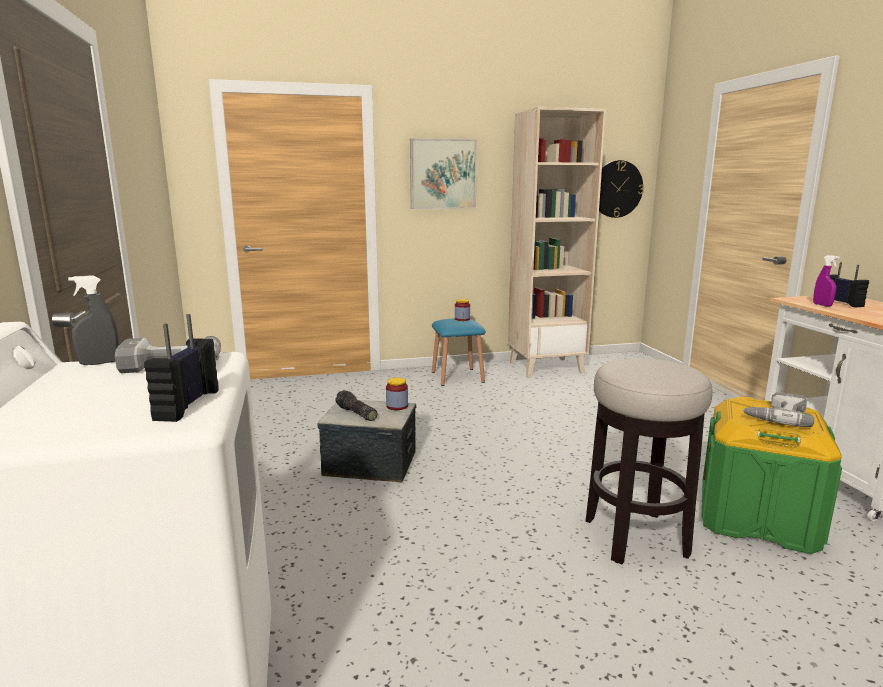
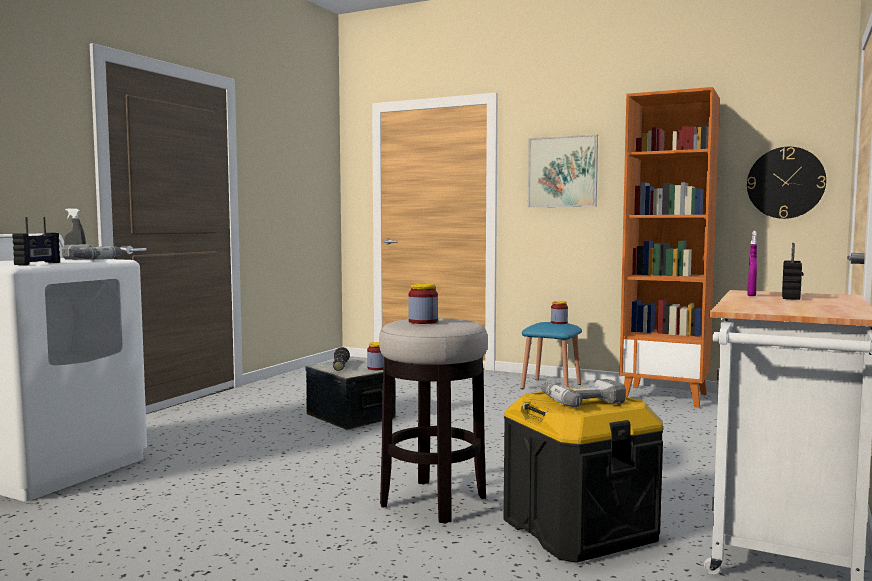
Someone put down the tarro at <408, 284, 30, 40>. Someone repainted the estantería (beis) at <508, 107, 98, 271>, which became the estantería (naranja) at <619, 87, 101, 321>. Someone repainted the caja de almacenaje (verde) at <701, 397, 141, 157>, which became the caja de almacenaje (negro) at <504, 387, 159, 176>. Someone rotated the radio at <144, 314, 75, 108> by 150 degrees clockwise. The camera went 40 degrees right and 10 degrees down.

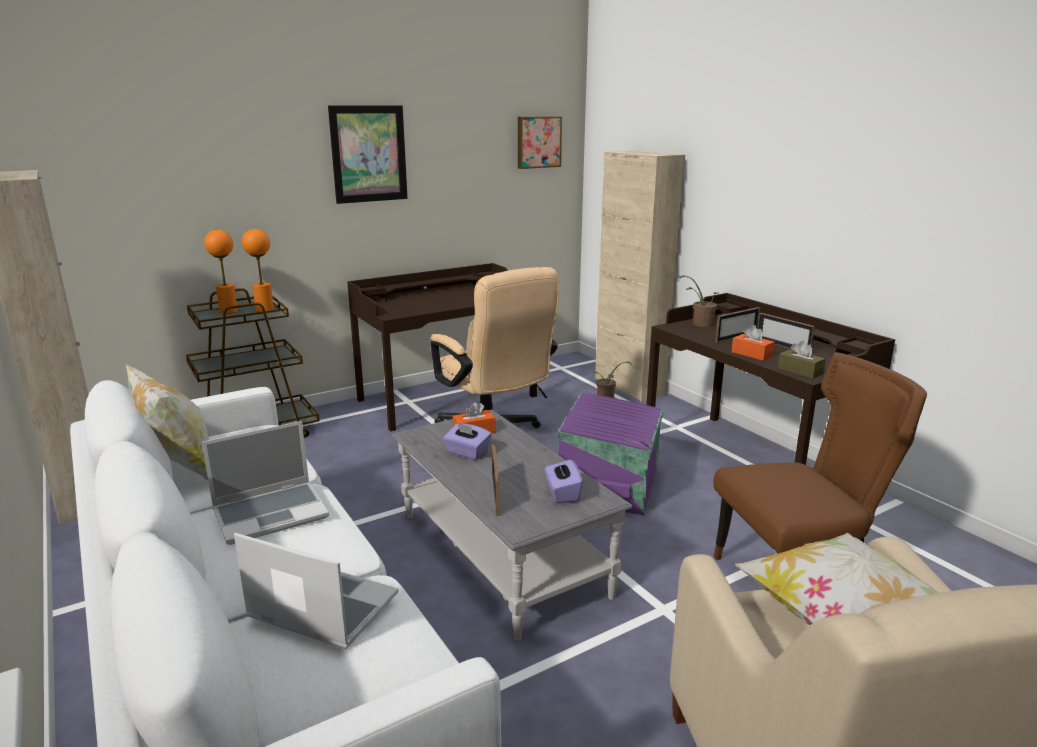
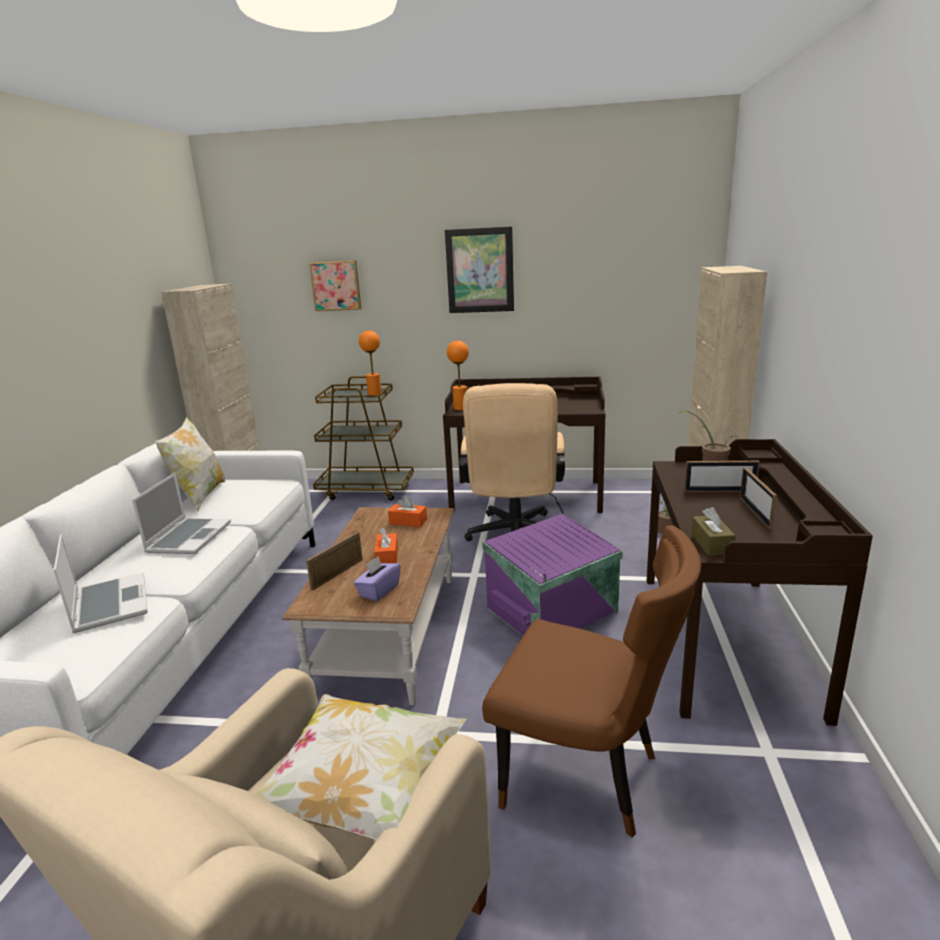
Someone took away the caja de pañuelos (morado) at <443, 422, 49, 38>. Someone carried the lámpara de mesa (naranja) from <204, 230, 34, 84> to <447, 341, 22, 69>. Someone carried the cuadro from <518, 116, 44, 53> to <309, 260, 52, 51>. Someone carried the caja de pañuelos (naranja) from <731, 325, 44, 36> to <374, 527, 24, 36>. Someone repainted the mesa de centro (gris) at <391, 409, 243, 232>, which became the mesa de centro (marrón) at <282, 507, 172, 199>. Someone rotated the portátil at <202, 421, 127, 124> by 90 degrees counterclockwise. The camera went 40 degrees right and 0 degrees up.

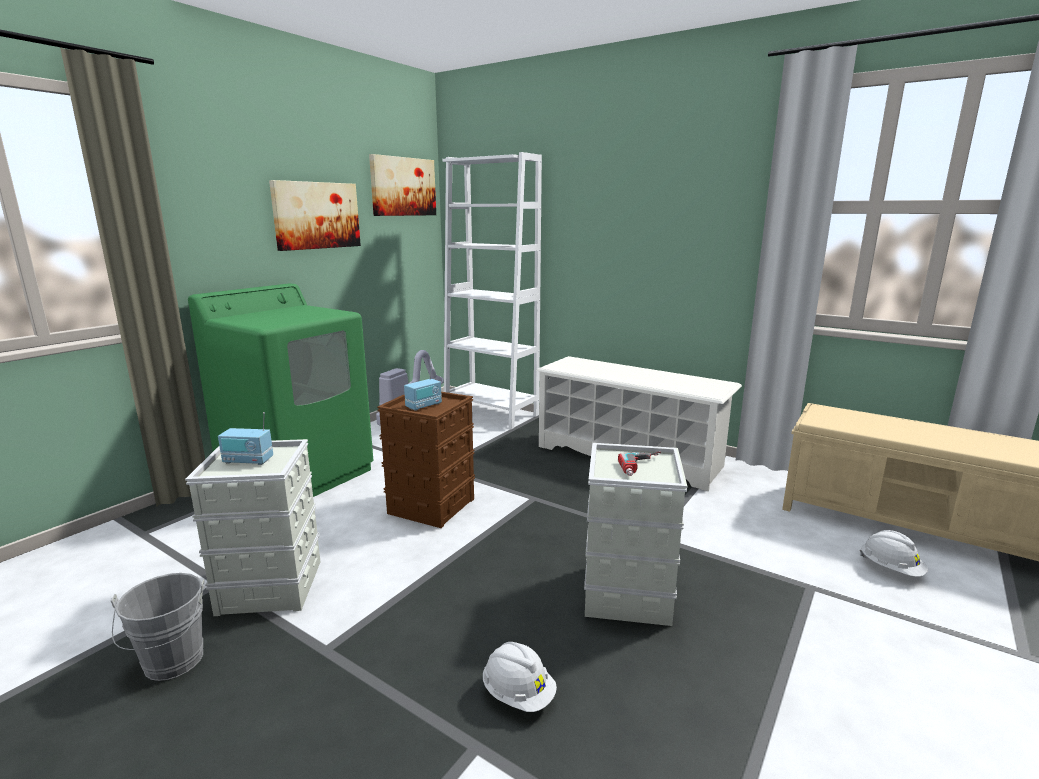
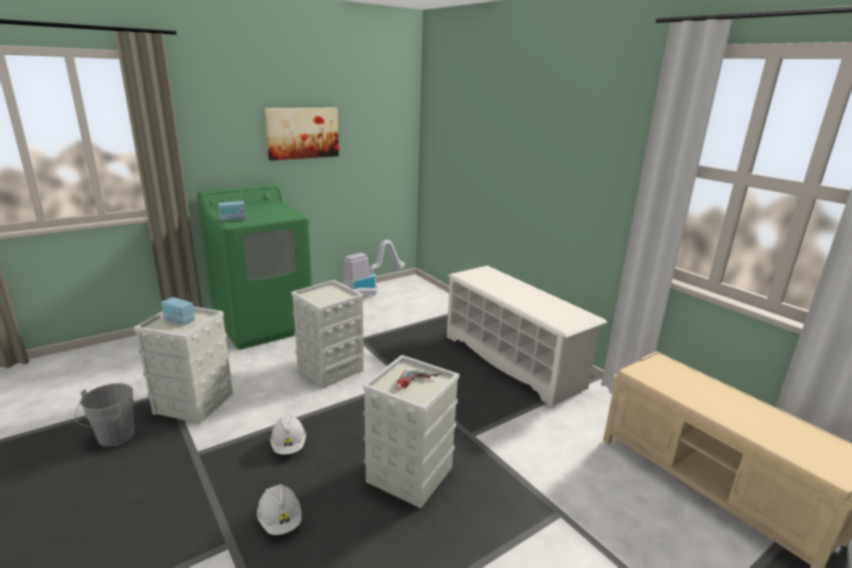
Someone took away the cuadro at <369, 154, 67, 62>. Someone took away the estantería (blanco) at <442, 152, 100, 278>. Someone carried the radio from <404, 364, 38, 47> to <218, 191, 28, 31>. Someone carried the casco (blanco) from <860, 530, 68, 47> to <270, 416, 36, 38>. Someone repainted the caja de almacenaje (marrón) at <377, 392, 98, 136>, which became the caja de almacenaje (gris) at <291, 280, 73, 108>. The camera went 20 degrees right and 5 degrees up.

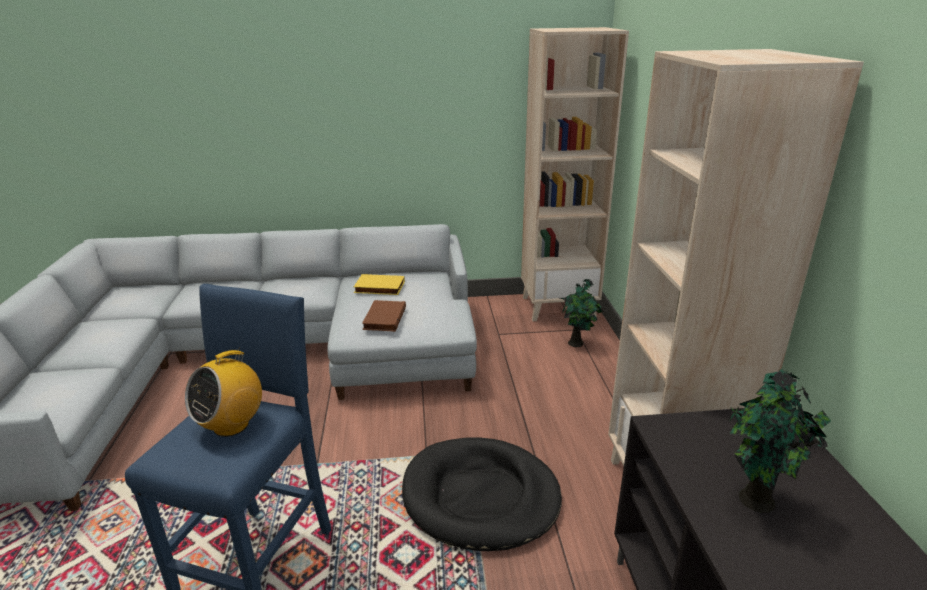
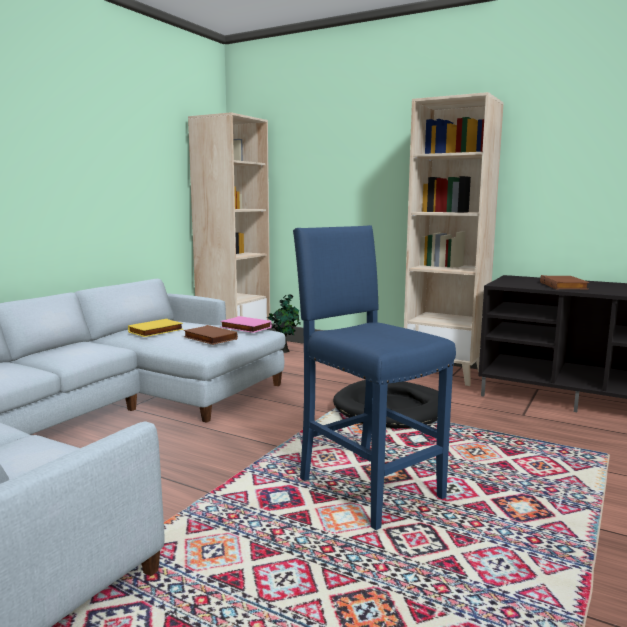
Someone took away the radio at <185, 347, 77, 90>. Someone put down the libro (rosa) at <220, 316, 52, 17>. Someone swapped the planta en maceta at <730, 369, 101, 144> for the libro (marrón) at <540, 275, 49, 14>. The camera went 55 degrees left and 15 degrees down.

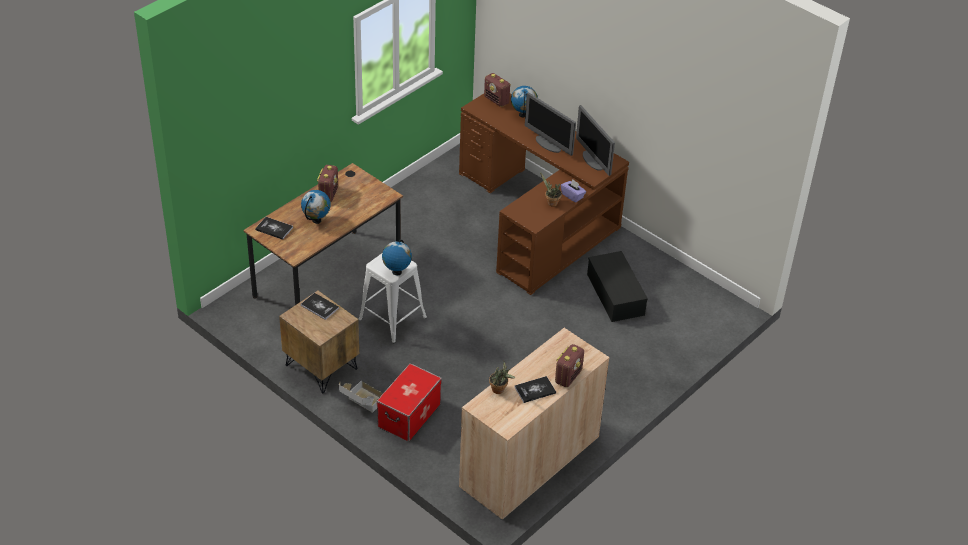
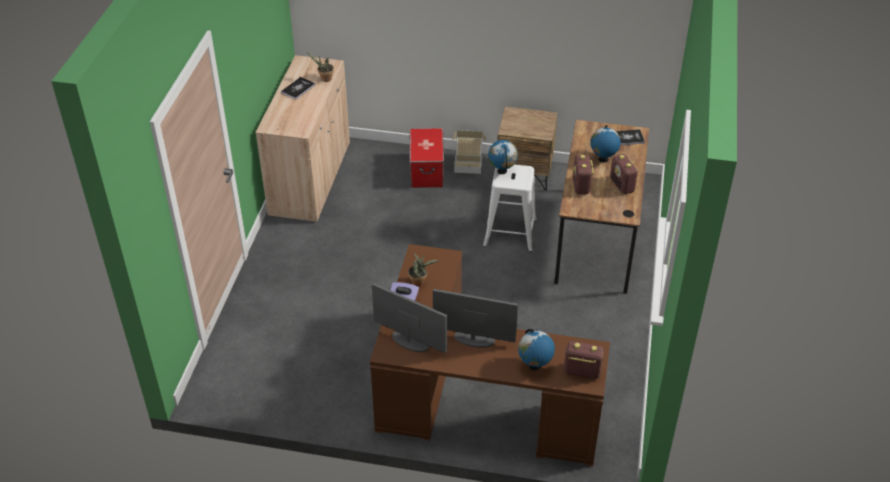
Someone took away the libro at <301, 293, 38, 27>. Someone took away the caja de almacenaje (negro) at <587, 251, 61, 71>. Someone carried the radio from <555, 344, 29, 43> to <572, 155, 22, 40>. The camera went 150 degrees right and 0 degrees up.

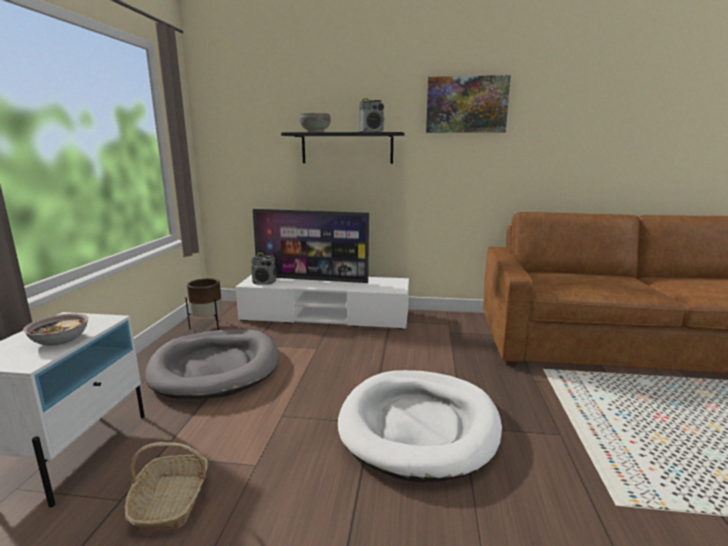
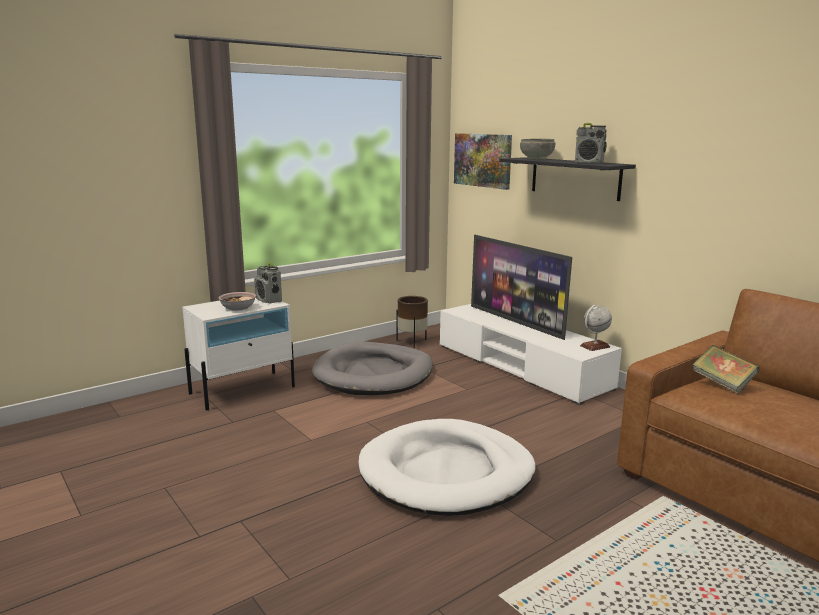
Someone took away the cesta at <124, 442, 84, 89>. Someone put down the globo terráqueo at <580, 305, 32, 46>. Someone put down the libro at <692, 345, 67, 49>. Someone carried the radio from <251, 253, 25, 32> to <254, 262, 28, 41>. Someone carried the cuadro from <426, 75, 85, 58> to <454, 133, 58, 57>. The camera went 45 degrees right and 0 degrees up.

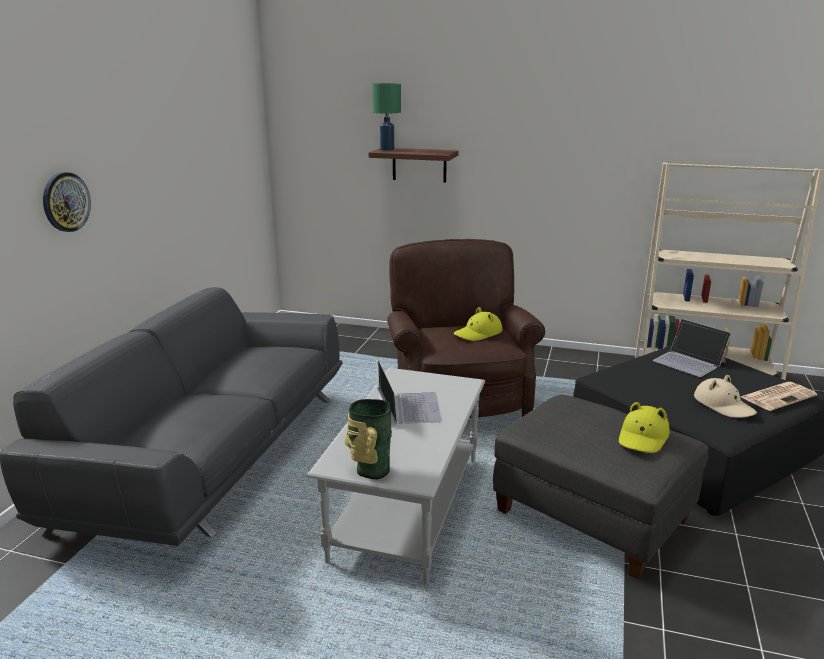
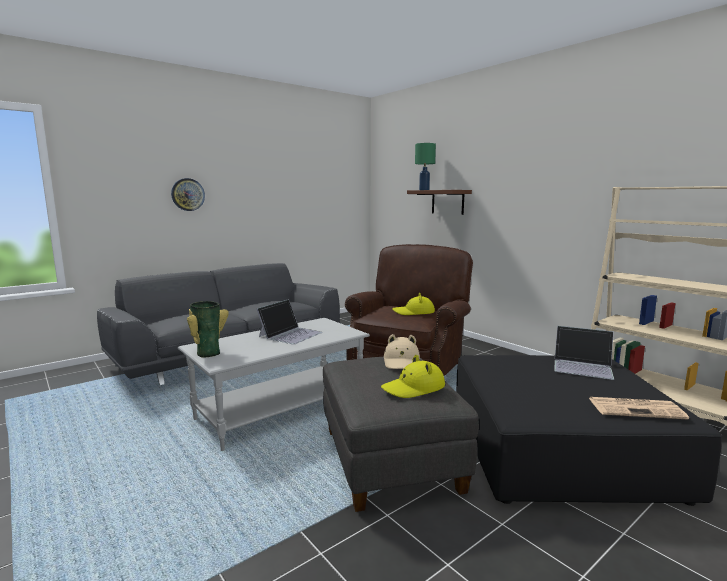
Someone carried the sombrero (beis) from <694, 375, 63, 43> to <384, 334, 36, 35>. Someone rotated the portátil at <653, 318, 79, 59> by 60 degrees counterclockwise. The camera went 35 degrees right and 10 degrees down.

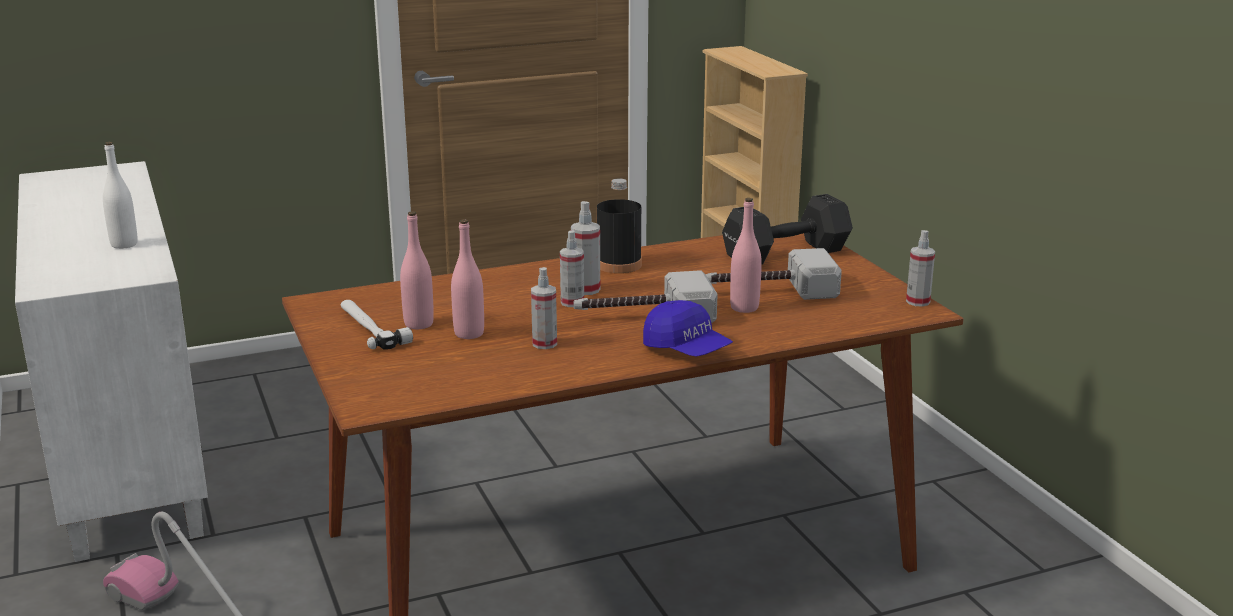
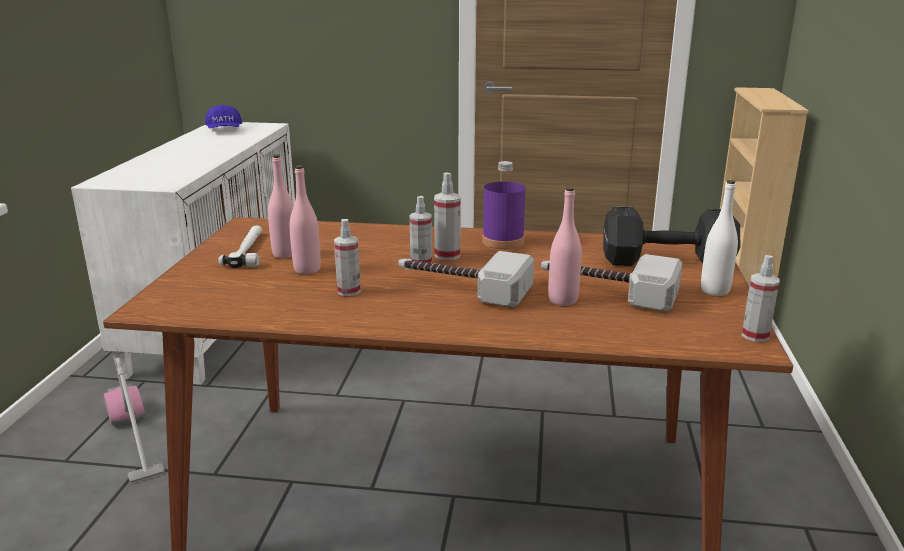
Someone carried the botella (blanco) from <103, 142, 35, 107> to <701, 180, 37, 116>. Someone carried the gorra (azul) from <643, 300, 90, 57> to <205, 105, 37, 24>. Someone repainted the botella (negro) at <597, 178, 45, 95>, which became the botella (morado) at <482, 161, 44, 88>. The camera went 30 degrees right and 0 degrees up.

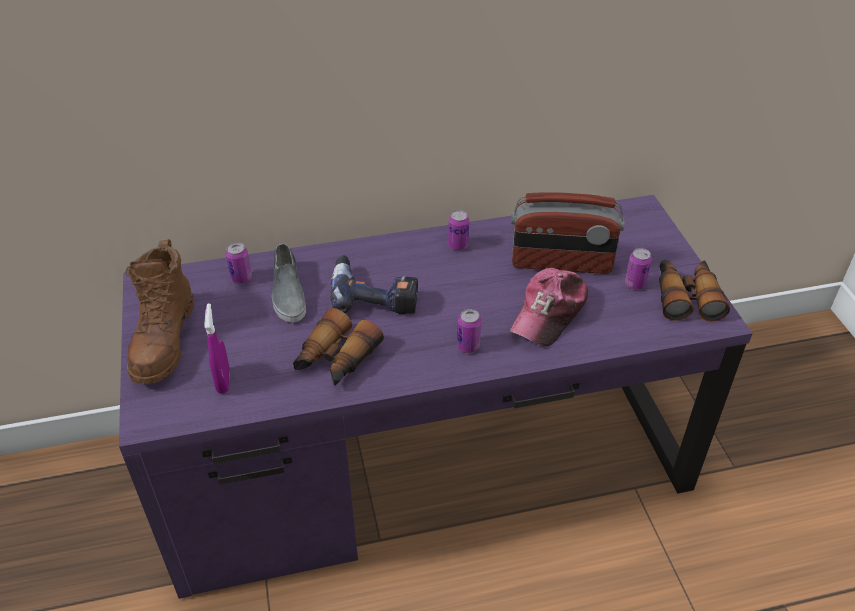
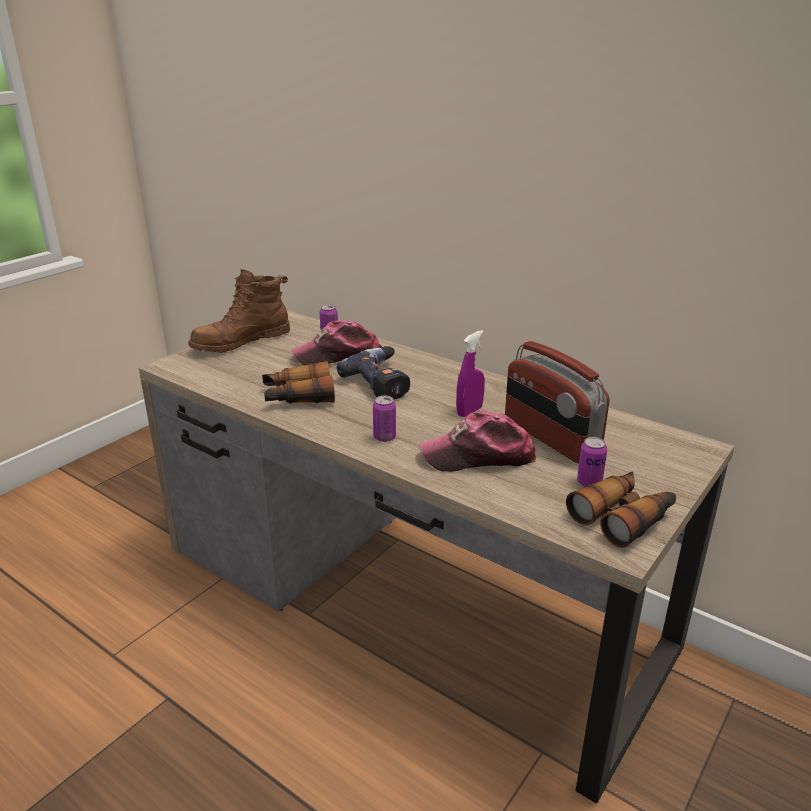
Someone took away the lata at <448, 210, 21, 40>. Someone carried the pulverizador (morado) from <205, 303, 25, 91> to <456, 330, 29, 87>. Someone swapped the zapato (gris) at <272, 244, 34, 79> for the gorra at <291, 320, 91, 45>. Someone repainted the escritorio (morado) at <119, 195, 634, 404>, which became the escritorio (marrón) at <139, 310, 596, 494>. The camera went 50 degrees right and 15 degrees down.

